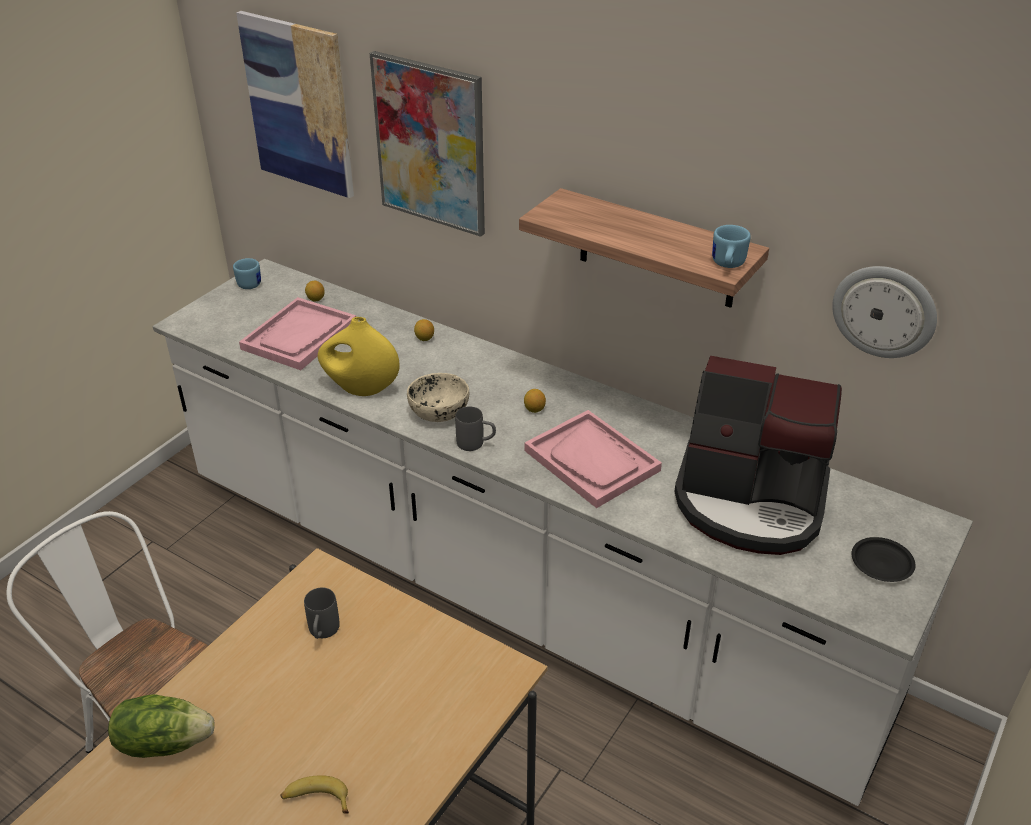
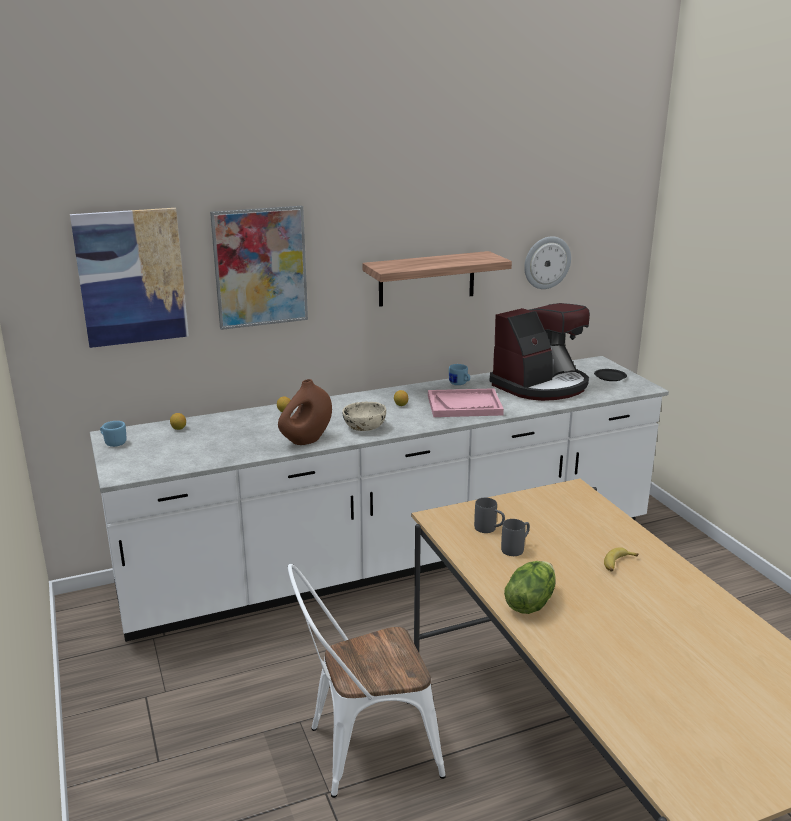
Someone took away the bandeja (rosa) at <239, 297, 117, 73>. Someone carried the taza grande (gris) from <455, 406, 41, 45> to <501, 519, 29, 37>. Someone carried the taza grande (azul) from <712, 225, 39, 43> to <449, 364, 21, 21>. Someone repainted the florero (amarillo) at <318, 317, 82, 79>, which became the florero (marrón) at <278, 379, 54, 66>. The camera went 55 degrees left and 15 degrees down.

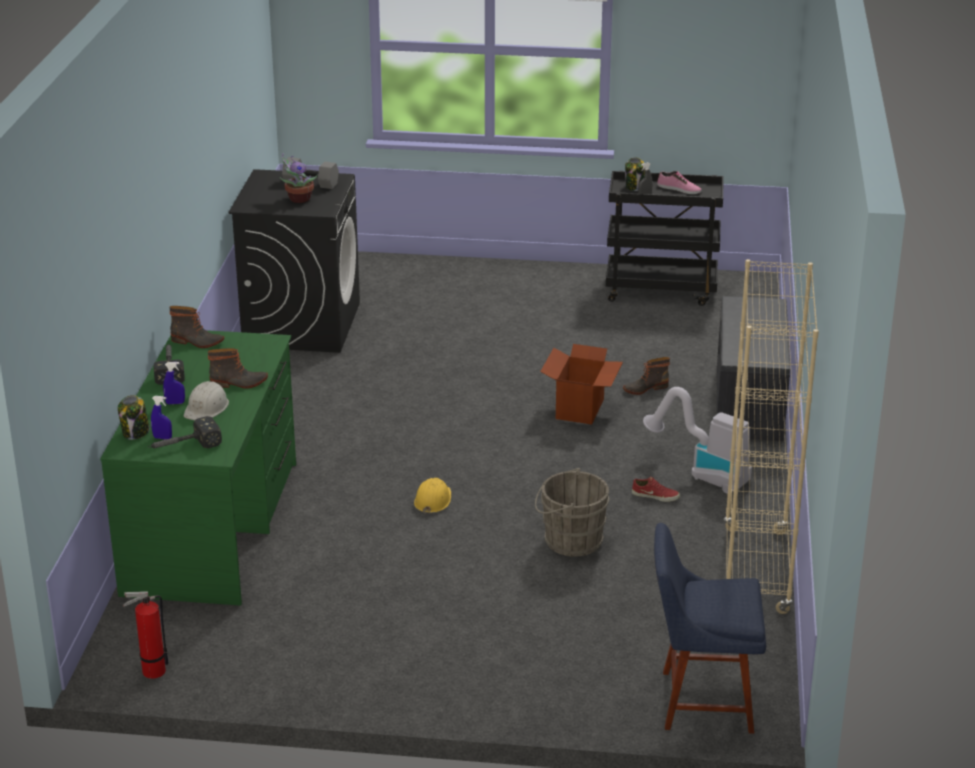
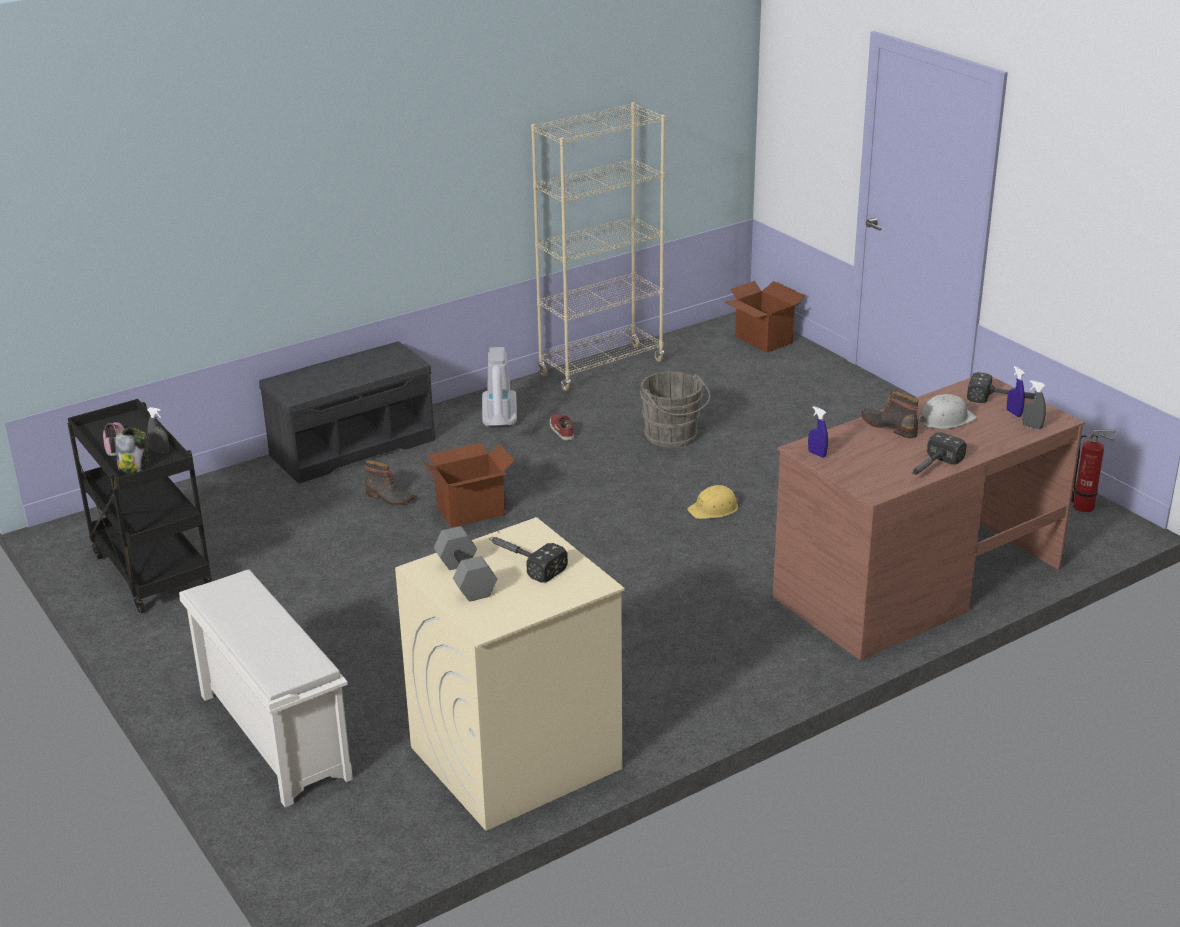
Someone took away the bota at <169, 306, 55, 42>. Someone put down the zapatero (blanco) at <179, 569, 174, 238>. Someone carried the pulverizador (azul) from <163, 362, 22, 42> to <808, 406, 20, 52>. Someone swapped the tarro at <118, 395, 32, 45> for the pulverizador (gris) at <1022, 380, 24, 49>. Someone swapped the planta en maceta at <280, 153, 38, 50> for the martillo at <489, 537, 79, 46>. Someone swapped the silla (azul) at <654, 523, 112, 211> for the caja de cartón at <725, 281, 81, 72>. Someone repainted the escritorio (verde) at <100, 330, 196, 276>, which became the escritorio (marrón) at <773, 376, 312, 284>. Someone repainted the lavadora (negro) at <228, 169, 132, 184>, which became the lavadora (beis) at <395, 517, 230, 314>. The camera went 130 degrees left and 0 degrees up.

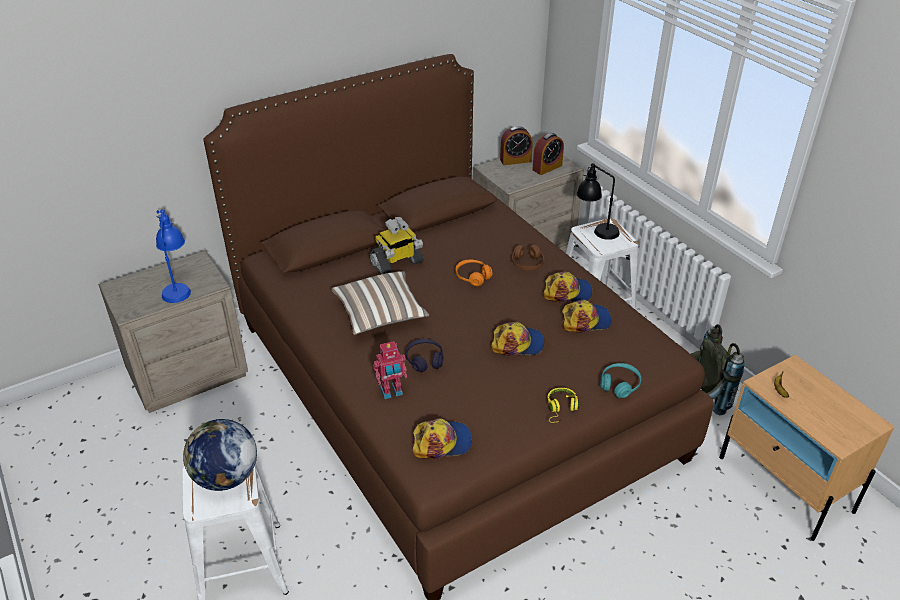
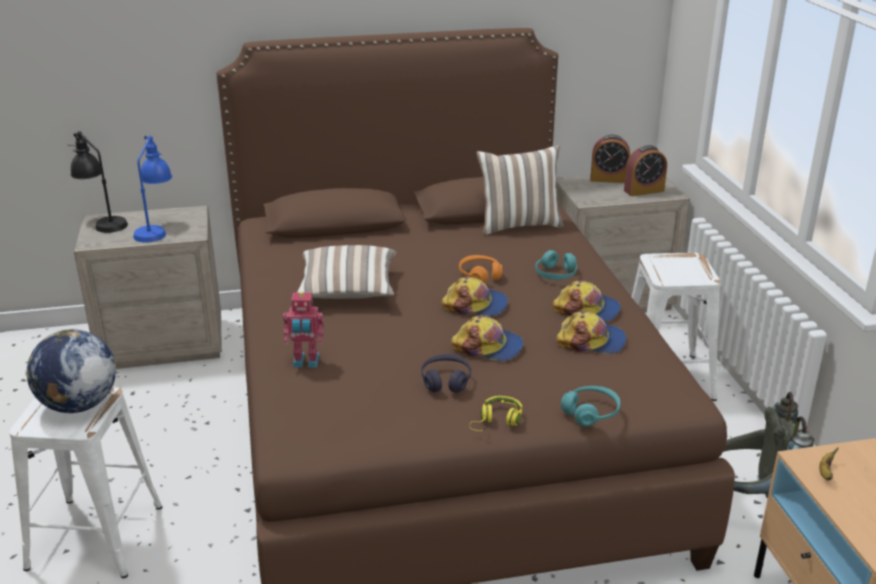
Someone took away the robot de juguete at <369, 217, 54, 58>. Someone put down the cojín at <477, 145, 86, 90>. Someone carried the auriculares (morado) from <406, 339, 37, 33> to <421, 354, 50, 39>. Someone carried the gorra from <412, 418, 60, 41> to <441, 277, 67, 39>. Someone carried the lámpara de mesa (negro) from <577, 163, 43, 77> to <67, 131, 61, 102>. Someone repainted the auriculares (marrón) at <512, 245, 32, 26>, which became the auriculares (turquesa) at <535, 250, 42, 30>. The camera went 20 degrees right and 10 degrees down.

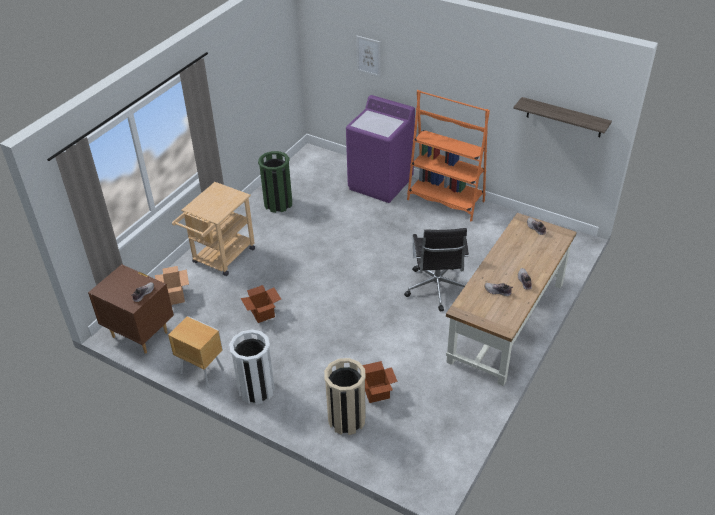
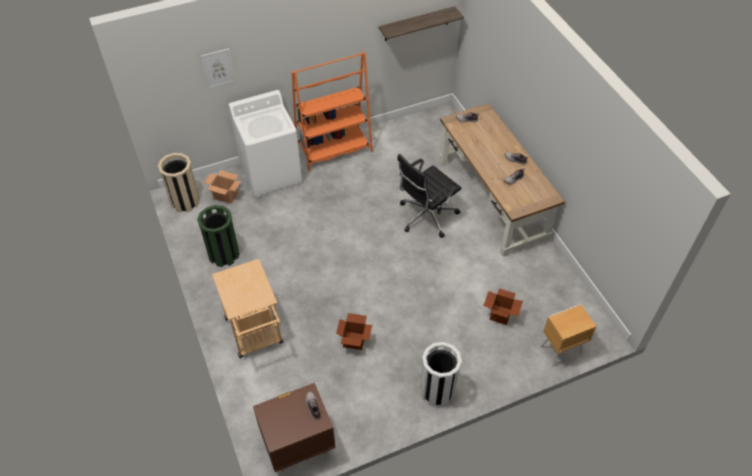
Someone carried the caja de cartón from <155, 266, 34, 39> to <204, 170, 37, 34>. Someone carried the mesita de noche (marrón) from <168, 316, 56, 71> to <540, 304, 57, 62>. Someone carried the papelera (beis) from <324, 358, 42, 77> to <158, 153, 42, 60>. Someone repainted the lavadora (morado) at <346, 95, 69, 108>, which became the lavadora (blanco) at <229, 90, 73, 108>. Someone rotated the silla de oficina (negro) at <404, 228, 65, 84> by 105 degrees clockwise. The camera went 55 degrees left and 10 degrees up.

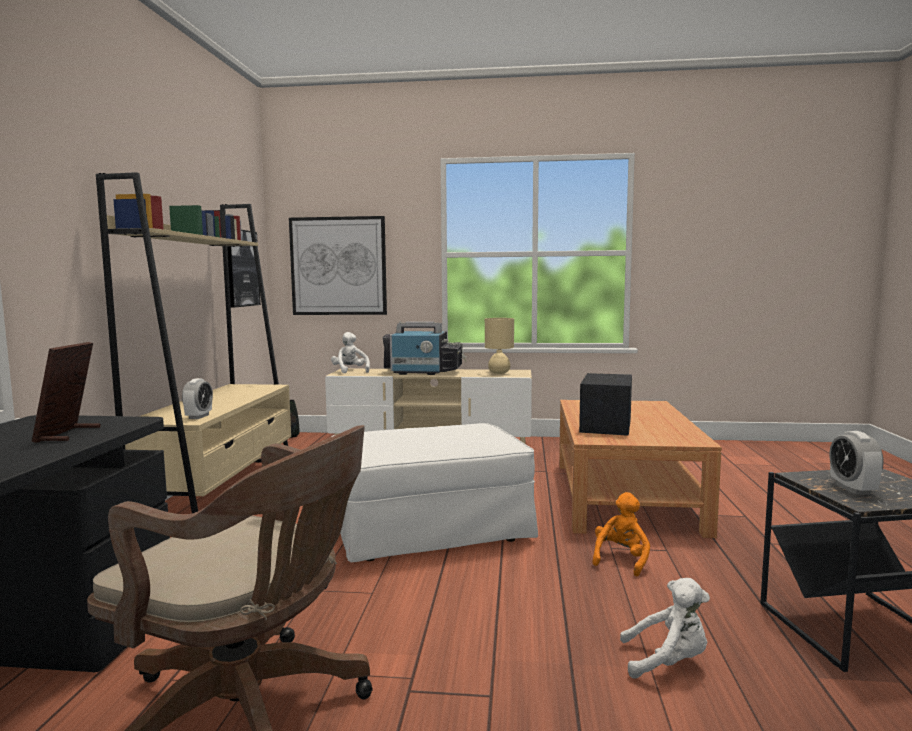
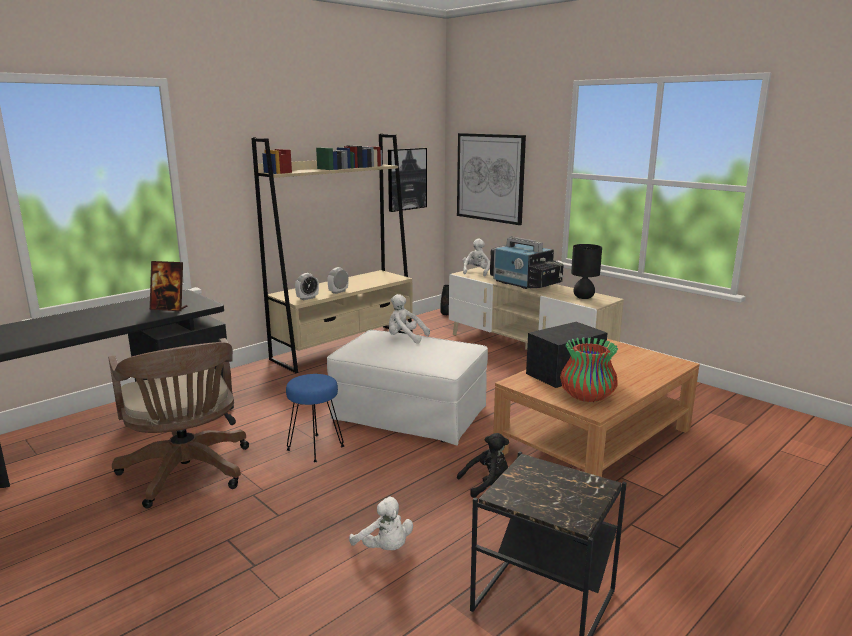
Someone put down the taburete (azul) at <286, 374, 58, 88>. Someone put down the peluche (blanco) at <389, 294, 41, 49>. Someone put down the florero at <560, 337, 58, 65>. Someone carried the despertador from <829, 431, 54, 64> to <327, 267, 21, 27>. Someone repainted the lámpara de mesa (beis) at <485, 318, 29, 56>, which became the lámpara de mesa (negro) at <571, 244, 31, 55>. Someone repainted the peluche (naranja) at <592, 492, 58, 84>, which became the peluche (negro) at <457, 433, 52, 65>. Someone rotated the portarretratos at <32, 342, 69, 101> by 120 degrees counterclockwise. The camera went 40 degrees right and 10 degrees up.

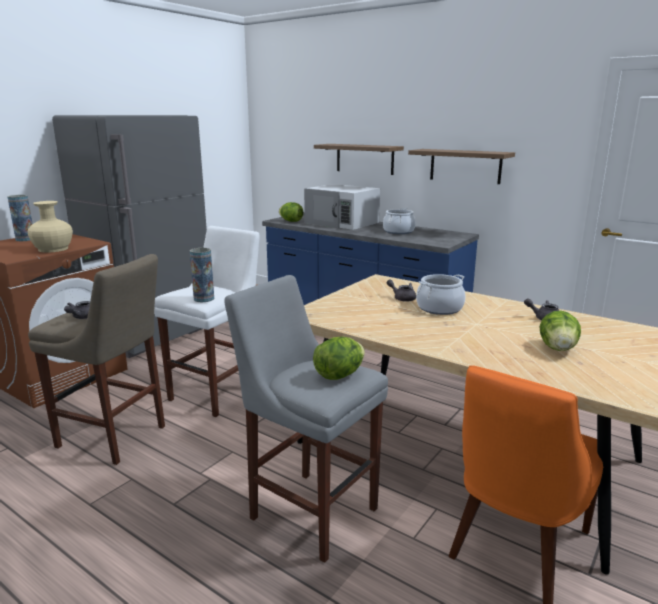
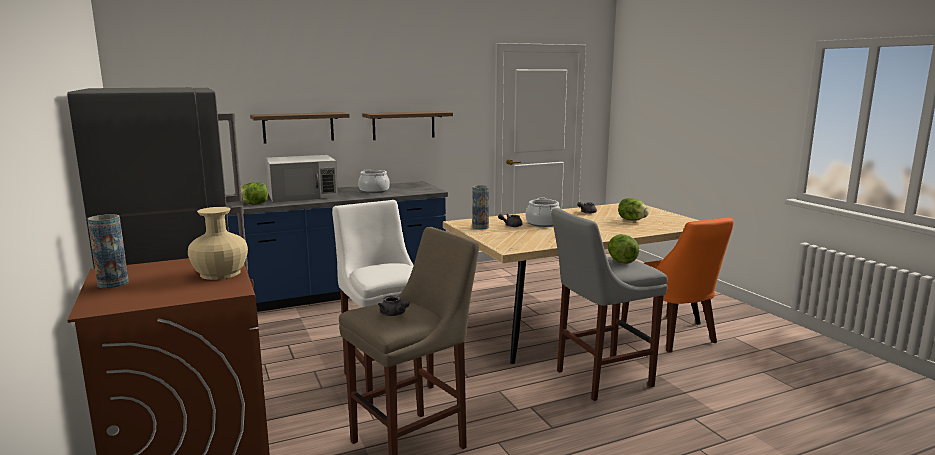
Someone carried the florero from <190, 248, 24, 54> to <472, 185, 17, 44>. The camera went 60 degrees left and 5 degrees down.

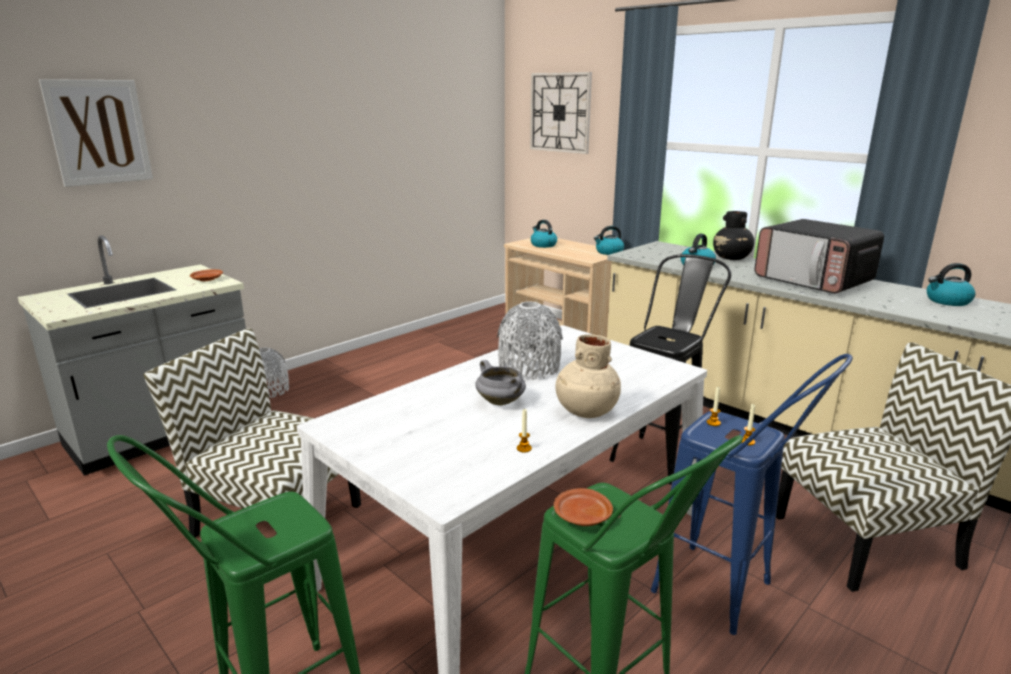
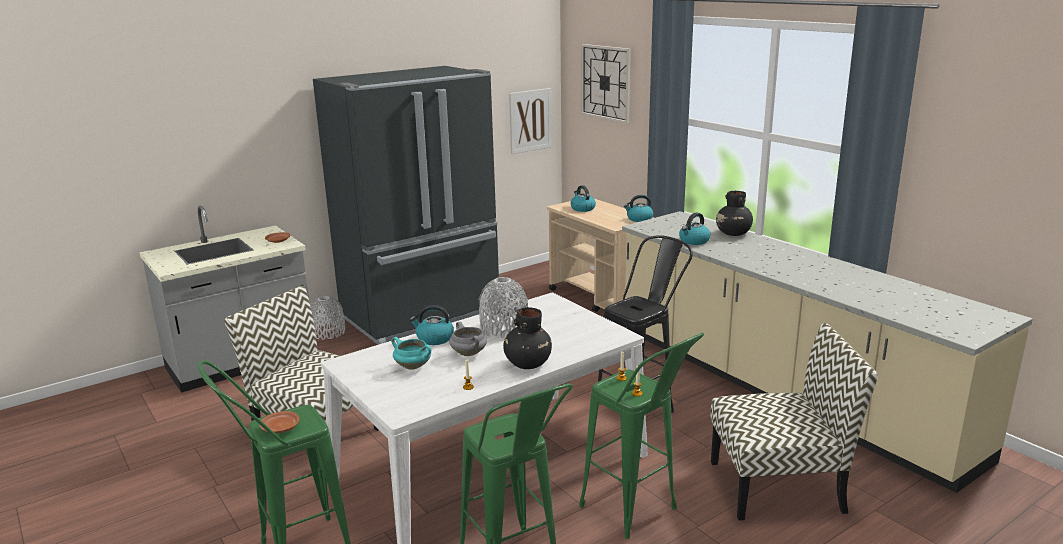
Someone took away the microondas at <754, 219, 130, 75>. Someone put down the nevera (negro) at <313, 66, 186, 279>. Someone put down the olla (turquesa) at <391, 337, 40, 33>. Someone carried the cuadro from <39, 79, 114, 108> to <509, 88, 43, 66>. Someone carried the plato (marrón) from <554, 488, 59, 38> to <259, 411, 40, 22>. Someone carried the hervidor from <927, 263, 48, 43> to <410, 305, 44, 40>. Someone repainted the florero (beis) at <555, 334, 66, 84>, which became the florero (negro) at <503, 307, 49, 62>. Someone repainted the taburete (azul) at <651, 354, 202, 281>, which became the taburete (verde) at <579, 332, 125, 207>. The camera went 10 degrees right and 0 degrees up.

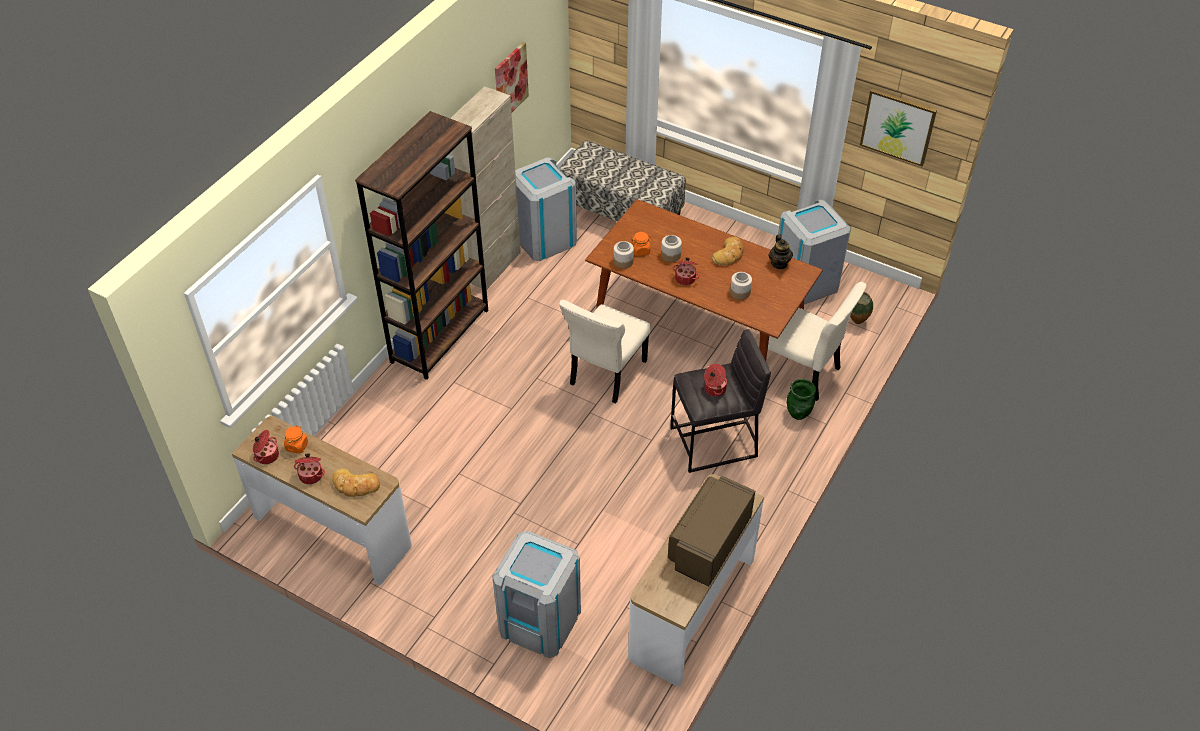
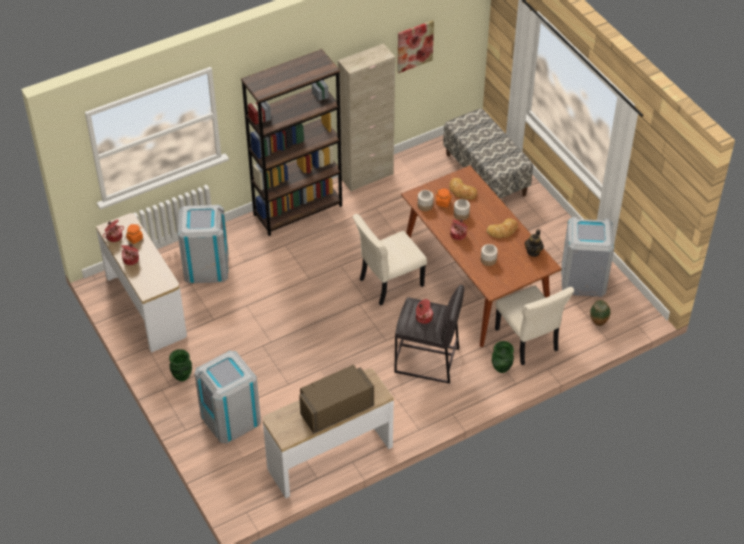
Someone took away the cuadro at <860, 89, 77, 77>. Someone put down the florero (verde) at <169, 349, 23, 32>. Someone carried the pan from <332, 468, 48, 29> to <450, 178, 27, 21>. Someone carried the papelera (gris) from <515, 157, 62, 104> to <178, 205, 51, 78>. The camera went 30 degrees right and 0 degrees up.

